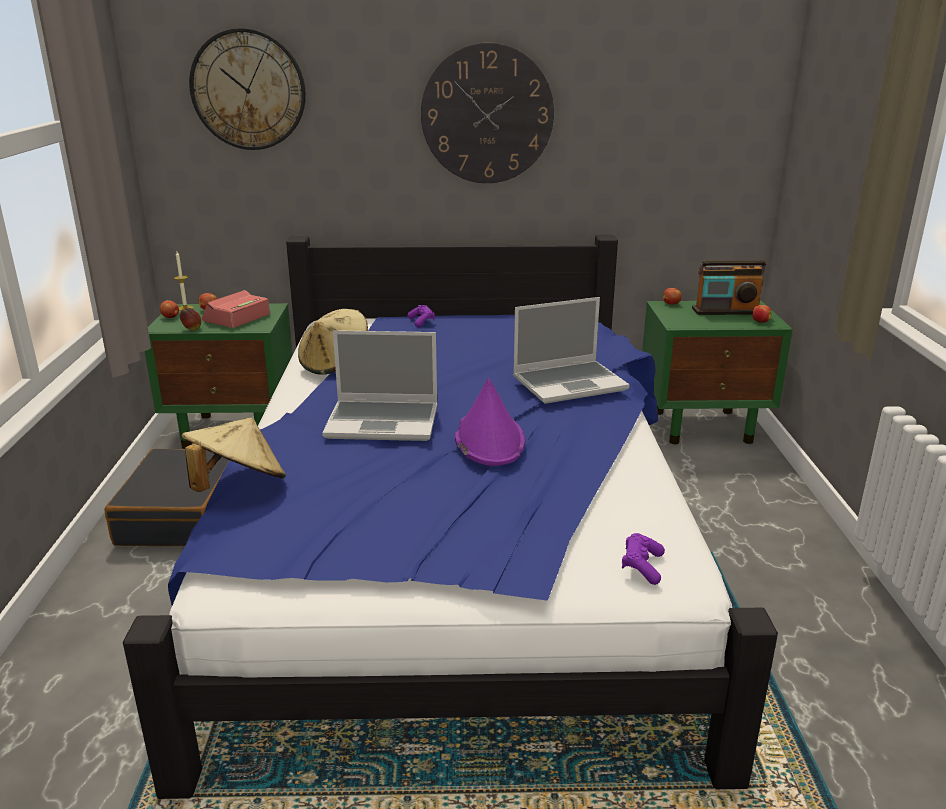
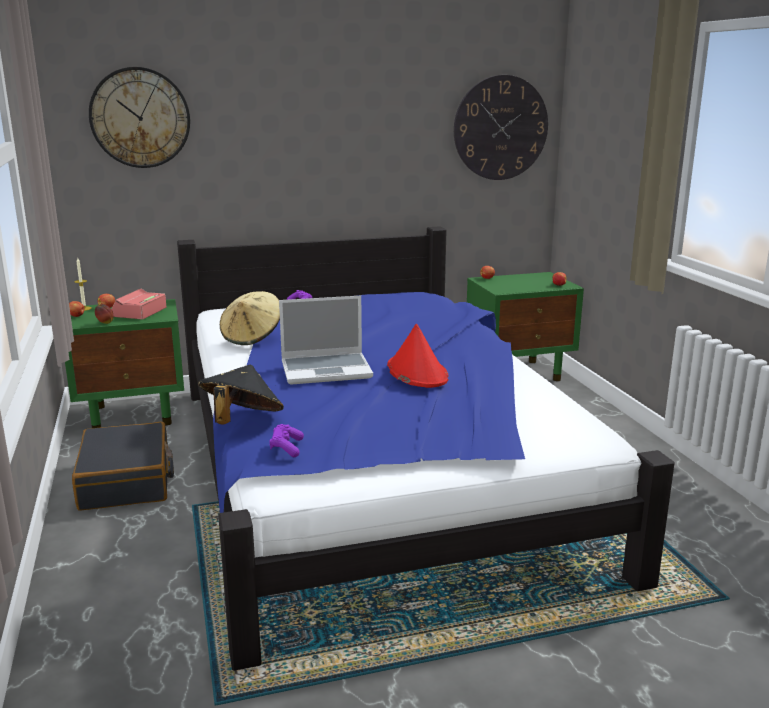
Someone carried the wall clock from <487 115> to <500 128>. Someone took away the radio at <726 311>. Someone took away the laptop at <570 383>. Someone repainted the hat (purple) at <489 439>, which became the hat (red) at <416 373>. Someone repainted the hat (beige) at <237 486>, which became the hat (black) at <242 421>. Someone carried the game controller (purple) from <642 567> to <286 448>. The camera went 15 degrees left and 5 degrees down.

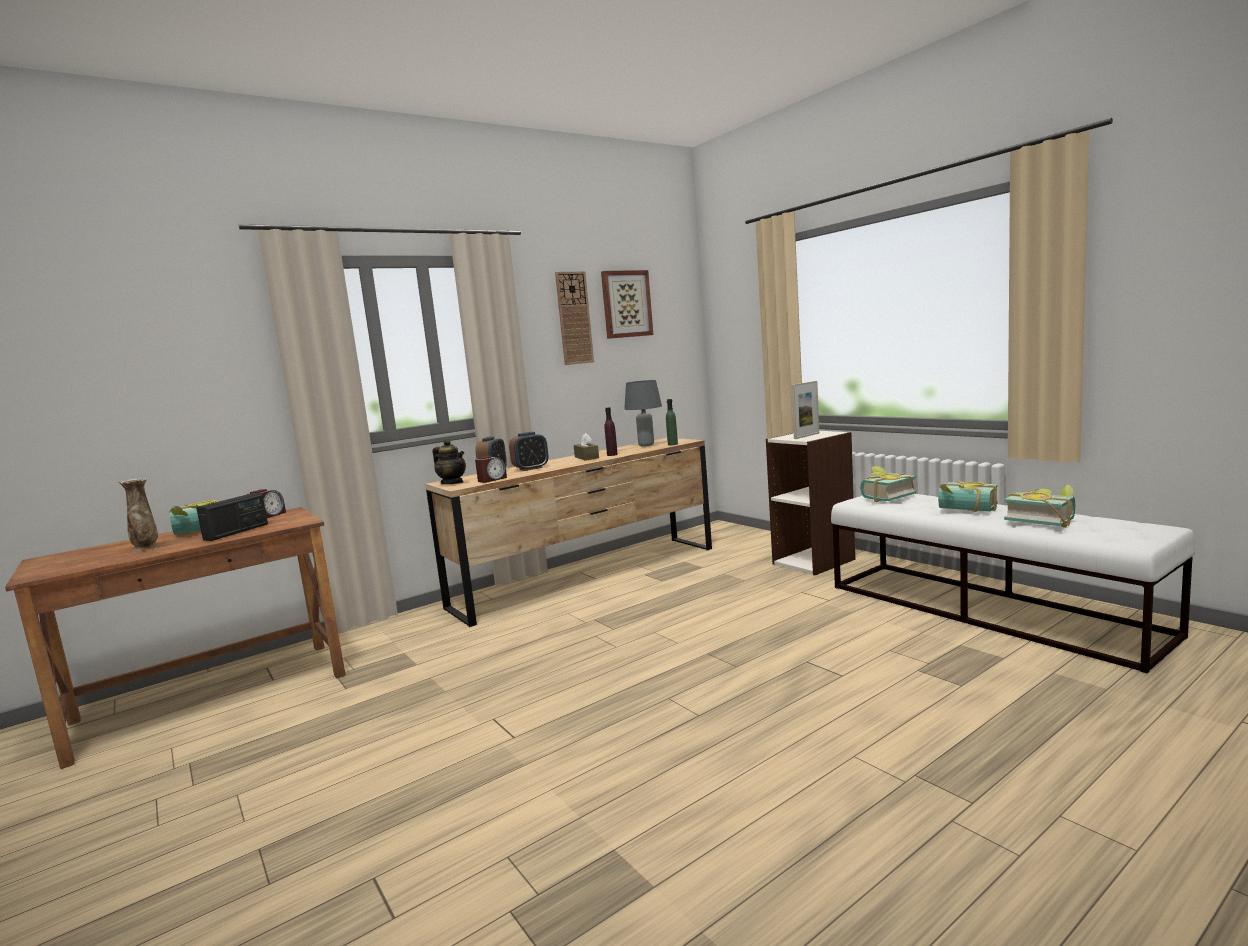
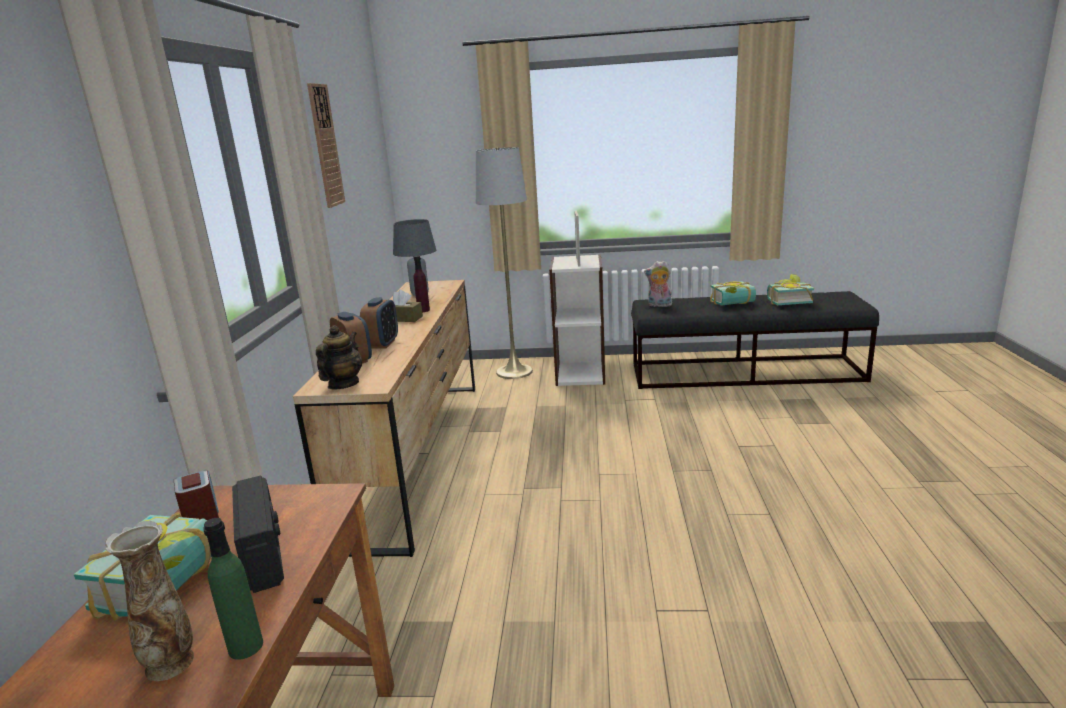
Someone took away the picture at <626 304>. Someone carried the bottle (green) from <672 444> to <245 646>. Someone rotated the teapot at <452 483> by 60 degrees counterclockwise. Someone took away the alarm clock at <492 480>. Someone swapped the book at <884 497> for the plush toy at <659 305>. Someone repainted the bench (white) at <988 609>, which became the bench (black) at <745 372>. Someone put down the floor lamp (grey) at <514 372>. The camera went 50 degrees left and 10 degrees up.

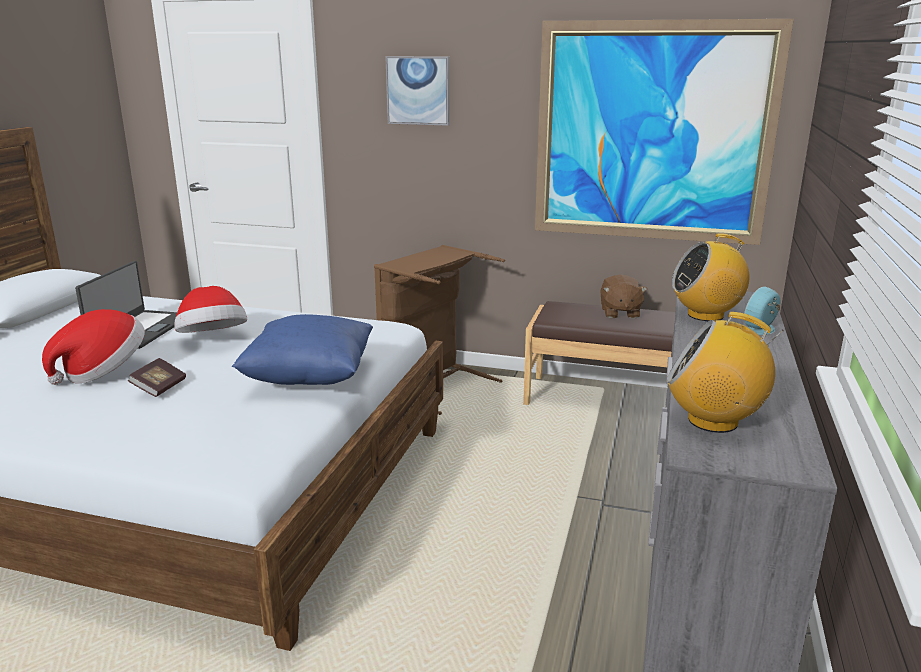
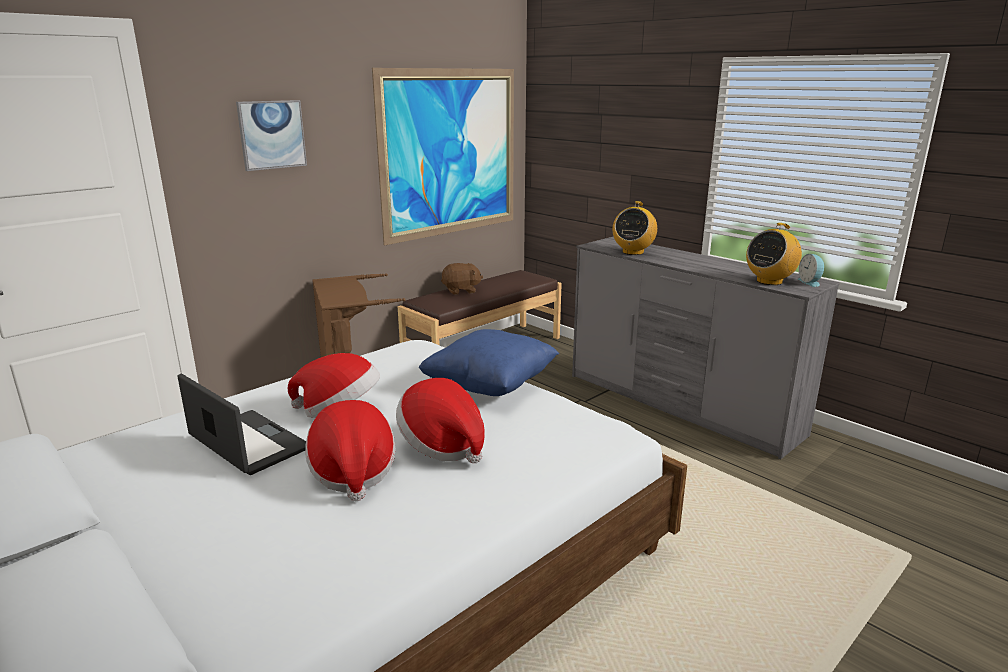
Someone rotated the plush toy (brown) at <619 313> by 45 degrees counterclockwise. Someone carried the alarm clock from <761 330> to <810 282>. Someone swapped the book at <159 388> for the hat at <442 444>. The camera went 60 degrees left and 0 degrees up.

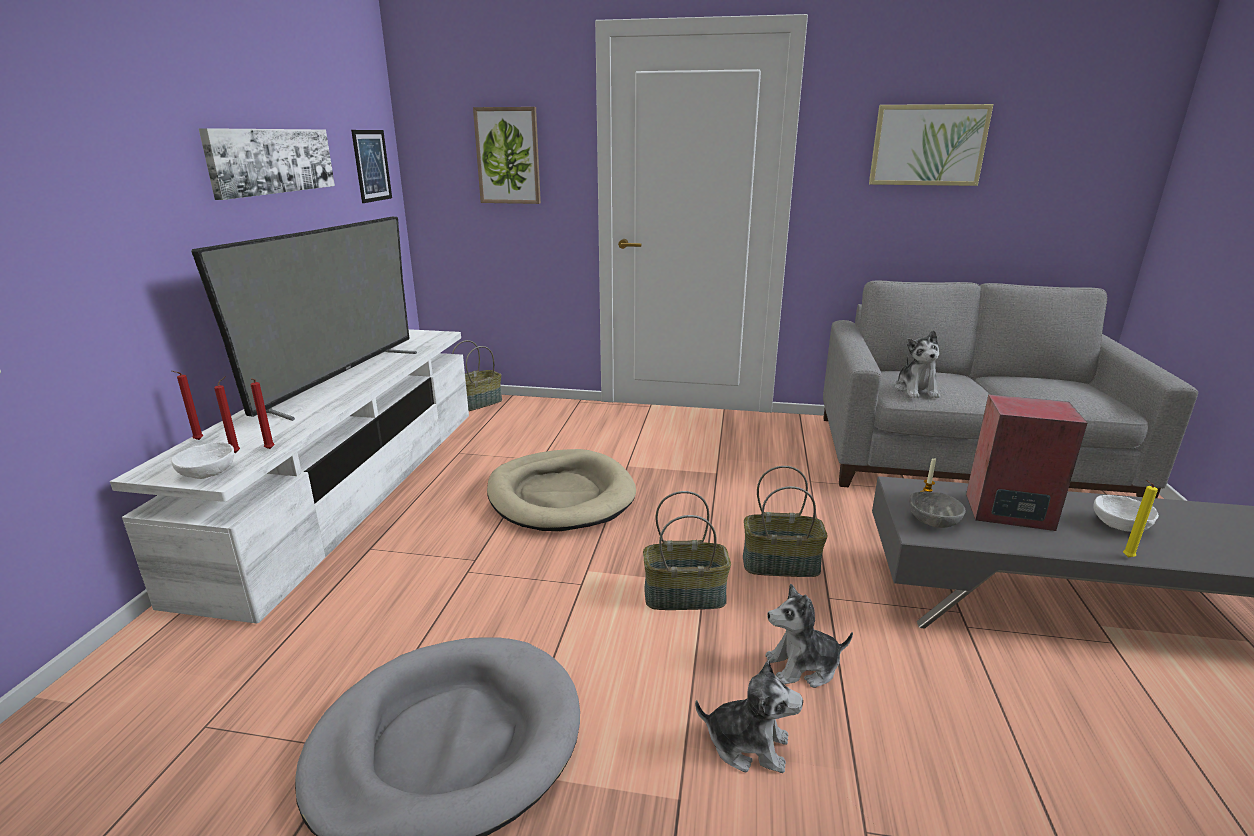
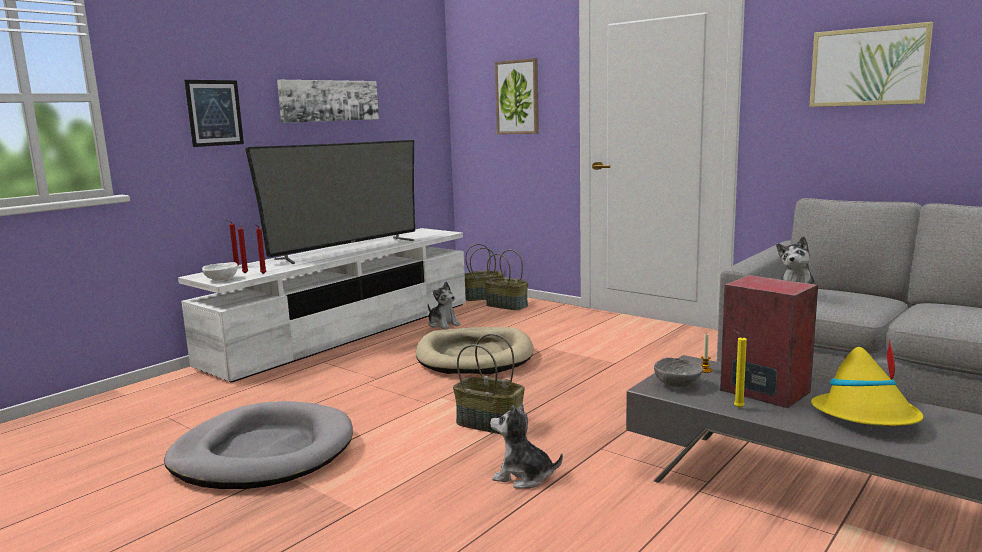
Someone carried the picture from <372 166> to <214 113>. Someone carried the basket from <781 564> to <507 305>. Someone carried the candle (yellow) from <1126 557> to <737 407>. Someone swapped the bowl (white) at <1120 526> for the hat (yellow) at <866 417>. Someone carried the plush toy from <748 744> to <443 324>. The camera went 30 degrees right and 10 degrees down.

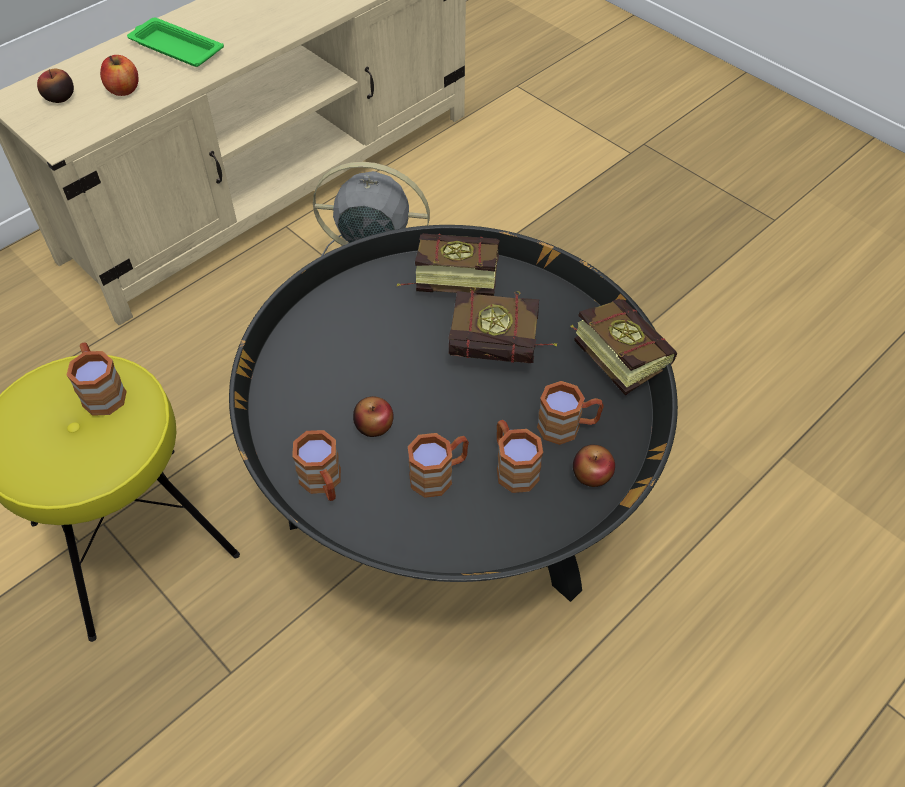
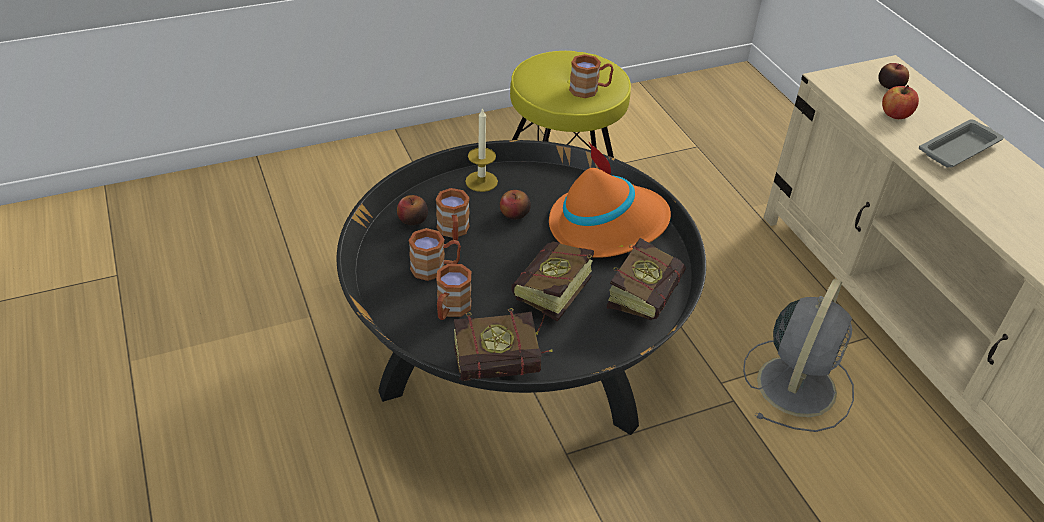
Someone repainted the tray (green) at <175 48>, which became the tray (grey) at <960 148>. Someone swapped the mug (brown) at <323 483> for the candle at <481 181>. Someone carried the apple from <592 474> to <412 220>. Someone put down the hat (orange) at <607 226>. The camera went 110 degrees right and 10 degrees down.

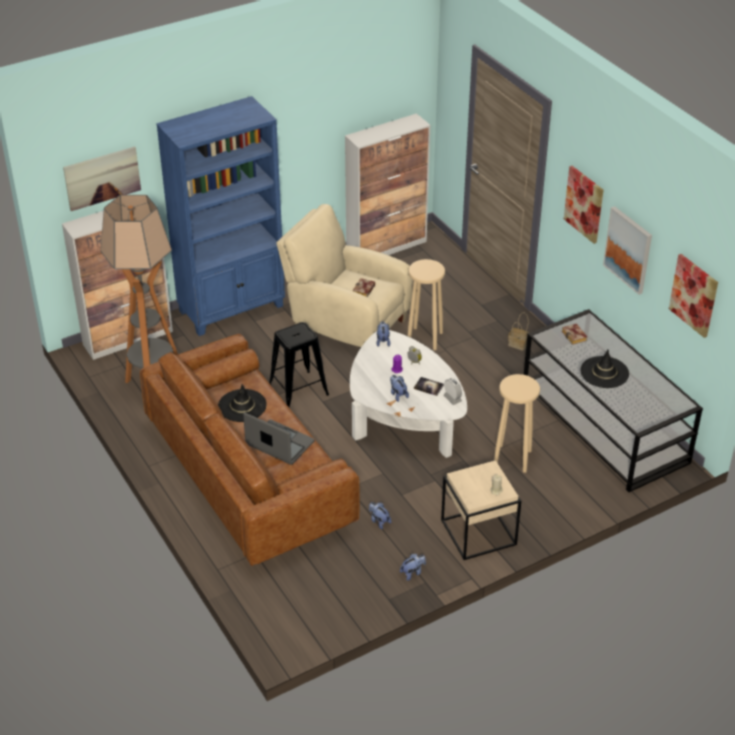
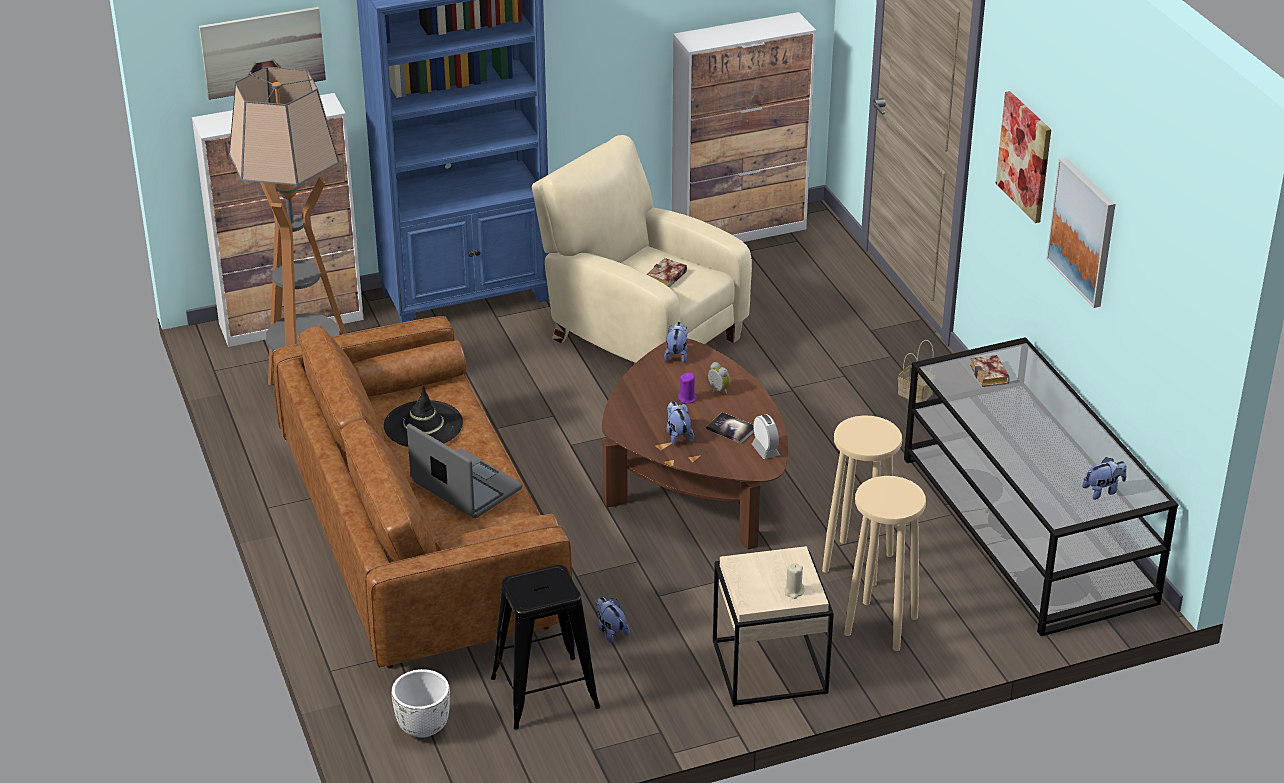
Someone took away the picture at <694 295>. Someone carried the stool (beige) from <424 339> to <880 626>. Someone carried the stool (black) from <298 390> to <545 692>. Someone repainted the coffee table (white) at <404 418>, which became the coffee table (brown) at <695 482>. Someone took away the hat (black) at <604 372>. Someone carried the plush toy from <412 573> to <1103 491>. Someone put down the planter (white) at <422 727>. The camera went 10 degrees right and 5 degrees down.

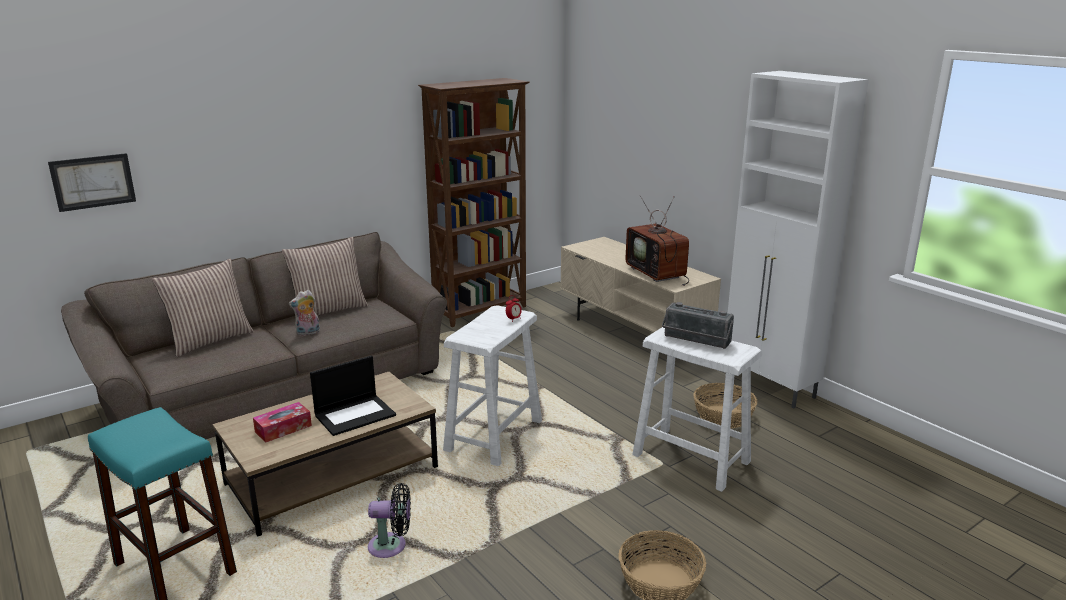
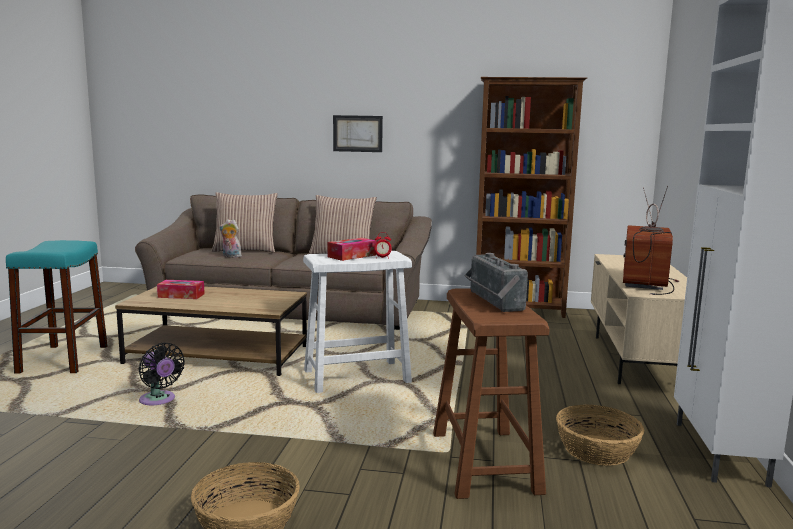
Someone carried the picture from <93 182> to <357 133>. Someone carried the plush toy from <308 333> to <230 256>. Someone repainted the stool (white) at <690 458>, which became the stool (brown) at <484 461>. Someone took away the laptop at <355 415>. Someone put down the tissue box at <352 256>. The camera went 45 degrees right and 10 degrees down.

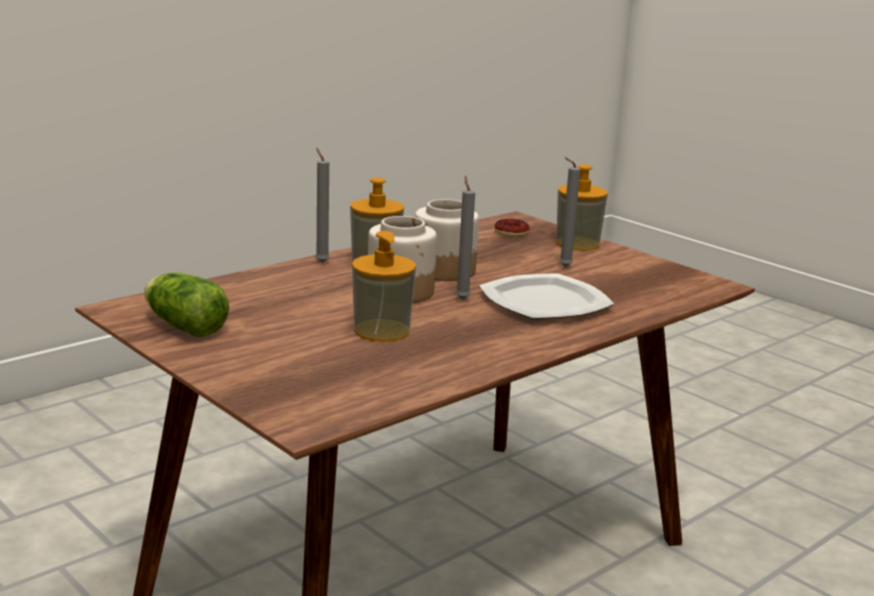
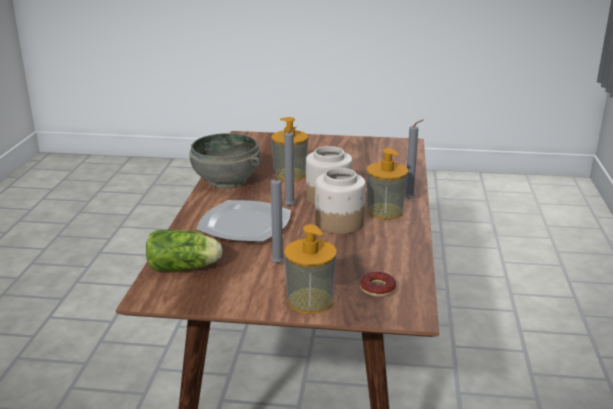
Someone carried the lettuce from <183 325> to <185 268>. Someone put down the bowl (grey) at <227 180>. The camera went 140 degrees right and 5 degrees up.

